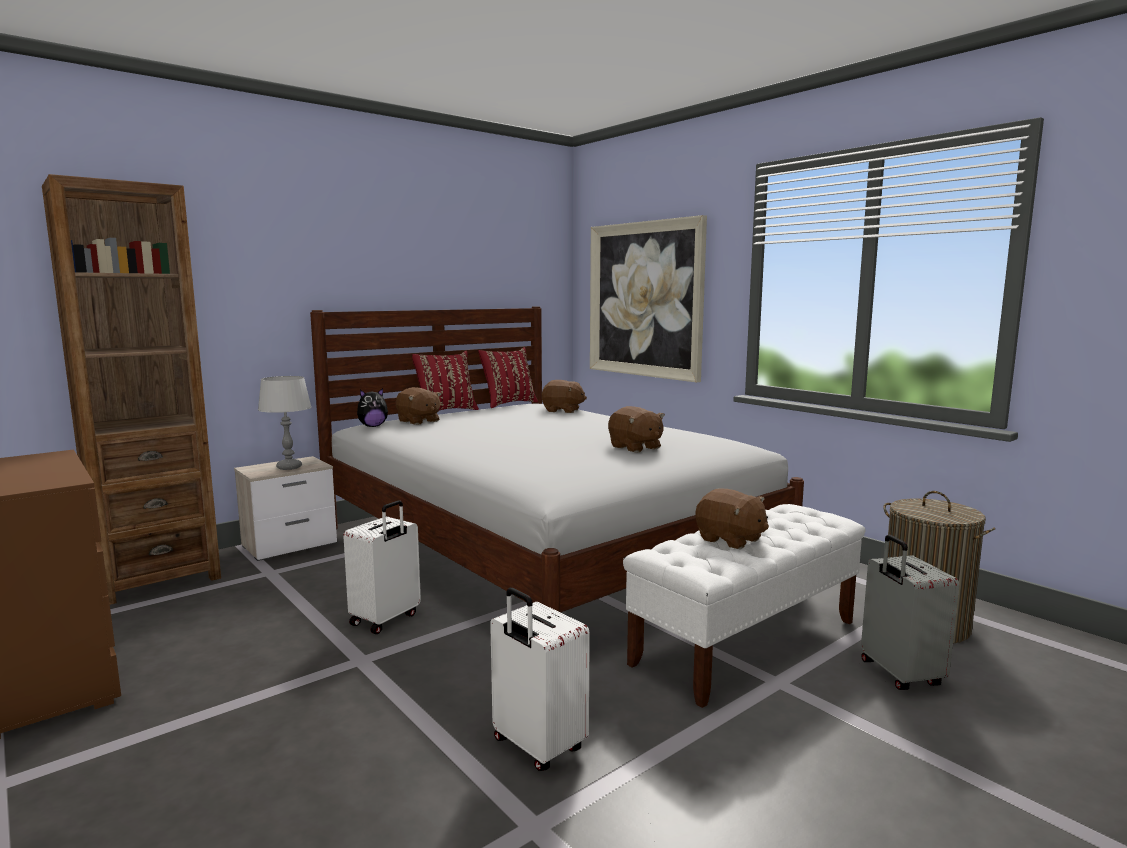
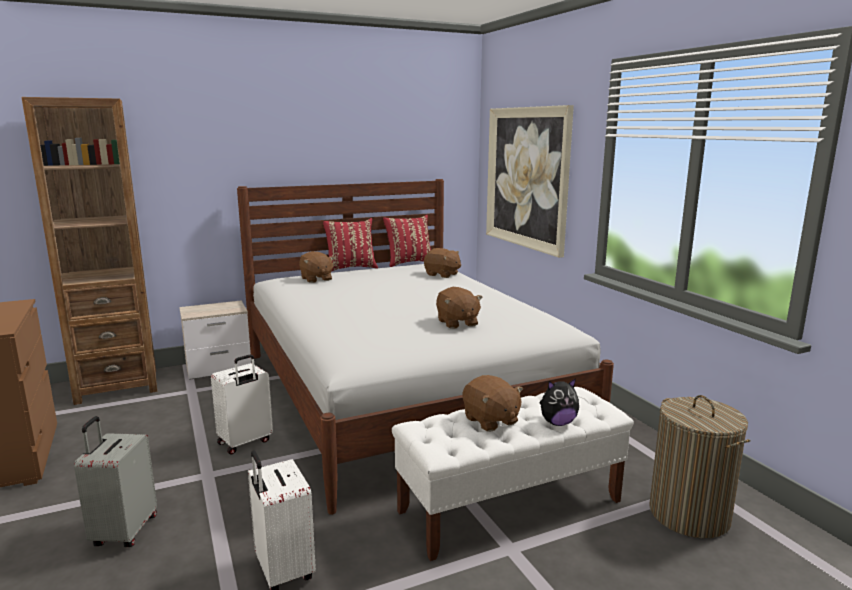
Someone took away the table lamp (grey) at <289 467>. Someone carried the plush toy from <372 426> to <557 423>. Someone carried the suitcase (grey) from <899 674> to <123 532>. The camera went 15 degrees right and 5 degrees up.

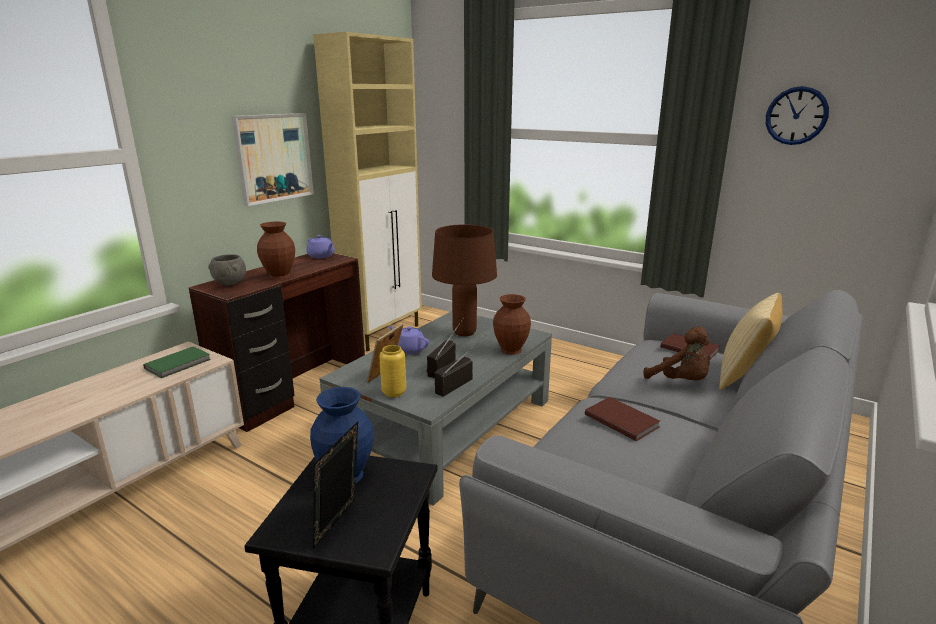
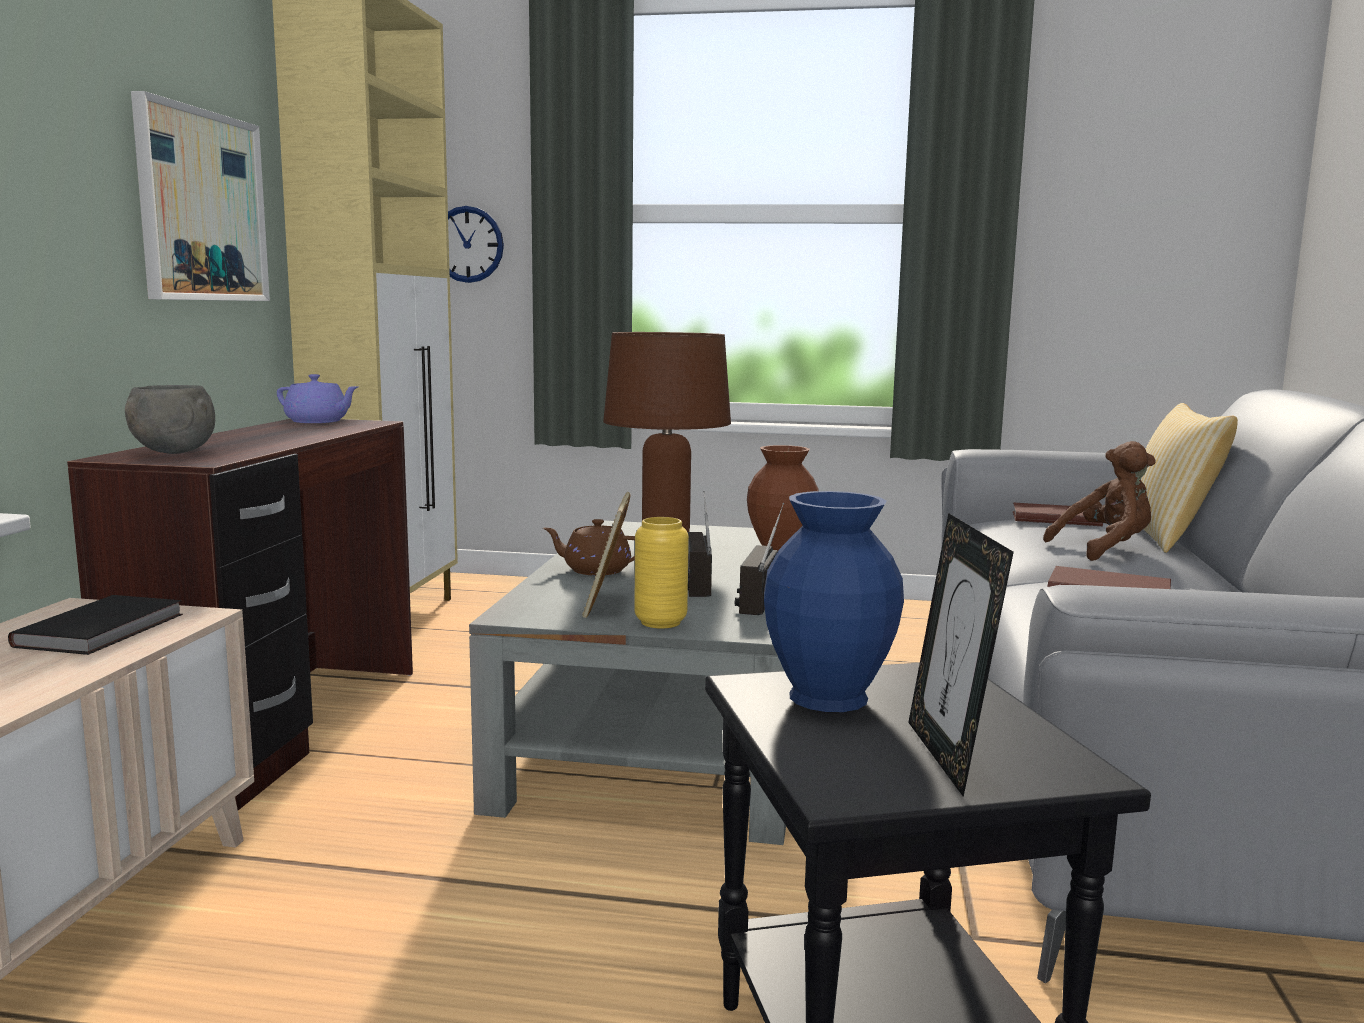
Someone carried the wall clock from <796 116> to <468 244>. Someone took away the vase (brown) at <278 276>. Someone repainted the teapot (purple) at <409 349>, which became the teapot (brown) at <595 570>. Someone rotated the plush toy (brown) at <680 382> by 45 degrees counterclockwise. Someone repainted the book (green) at <179 364>, which became the book (black) at <105 629>. The camera went 25 degrees left and 10 degrees down.

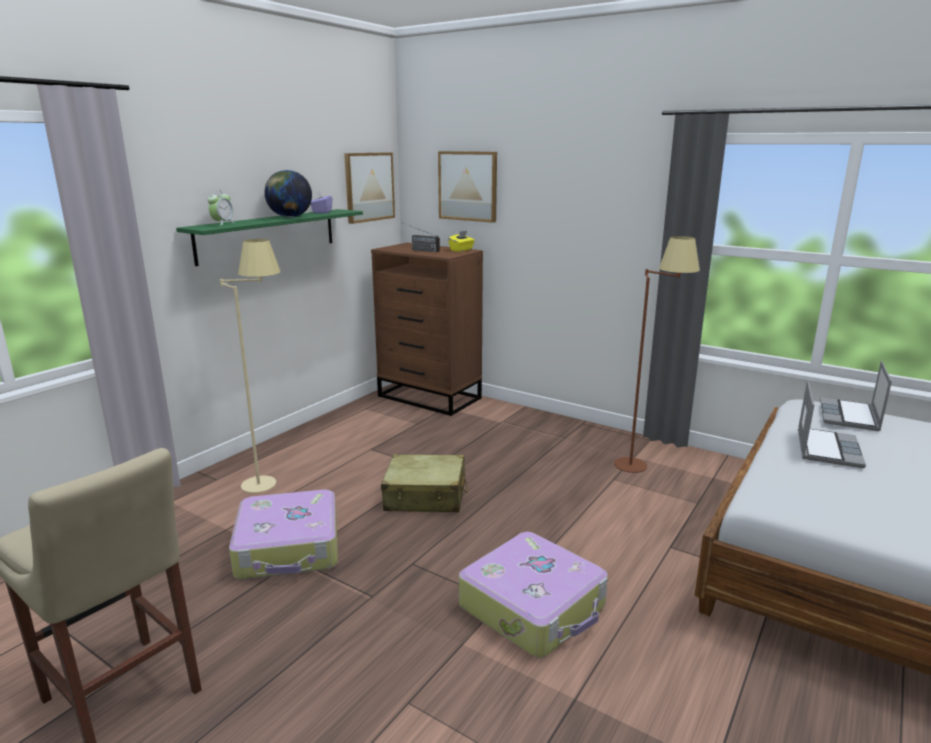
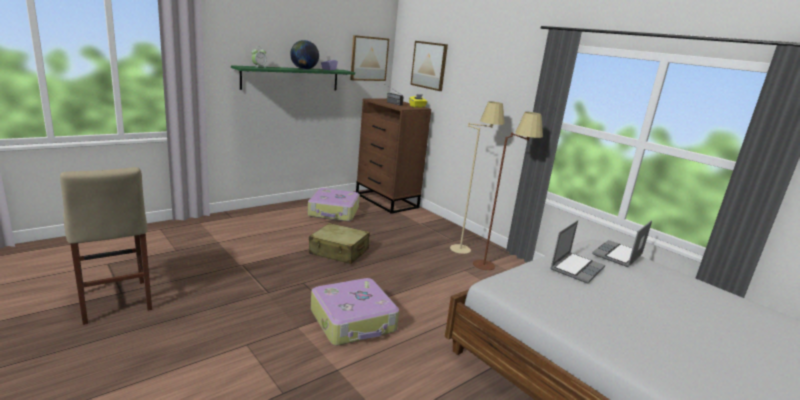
Someone carried the floor lamp (beige) from <270 477> to <466 246>. Someone carried the suitcase from <289 548> to <334 212>. The camera went 15 degrees right and 0 degrees up.

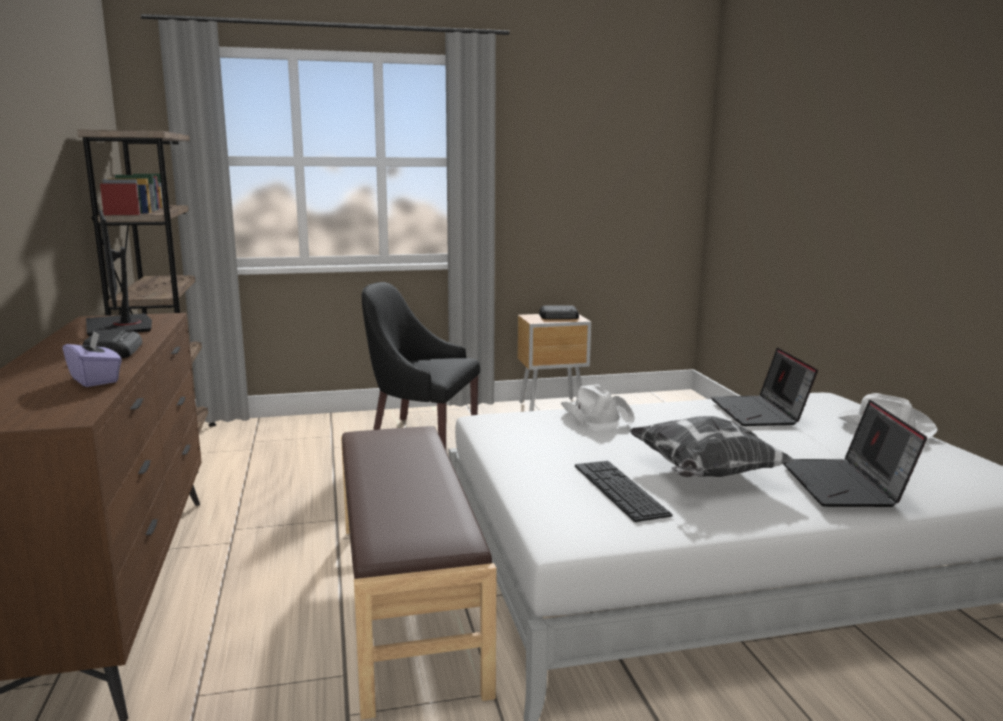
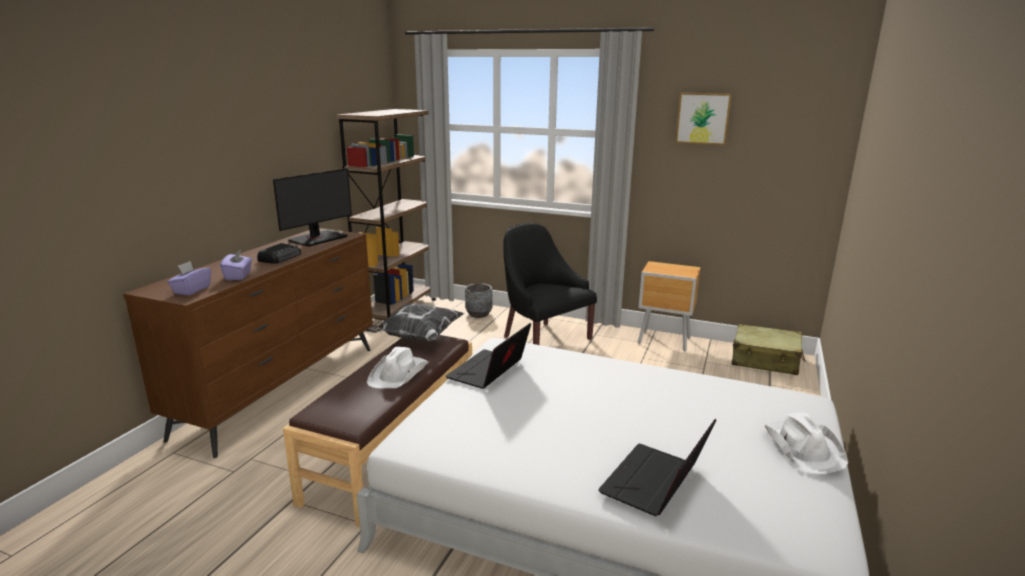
Someone rotated the monitor at <120 326> by 150 degrees counterclockwise. Someone took away the radio at <559 317>. Someone carried the laptop from <760 412> to <489 372>. Someone carried the hat (white) from <597 416> to <399 374>. Someone carried the pillow from <704 474> to <416 338>. Someone took away the keyboard at <620 489>. Someone put up the picture at <703 118>. Someone put down the tissue box (purple) at <192 290>. Someone put down the planter (grey) at <479 314>. Someone put down the suitcase (beige) at <765 360>. The camera went 35 degrees right and 5 degrees up.

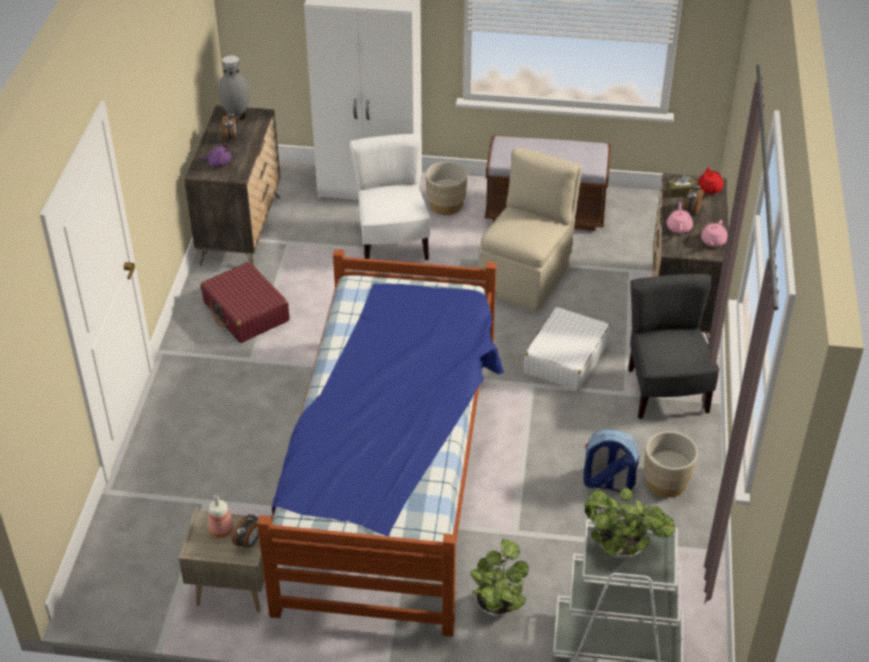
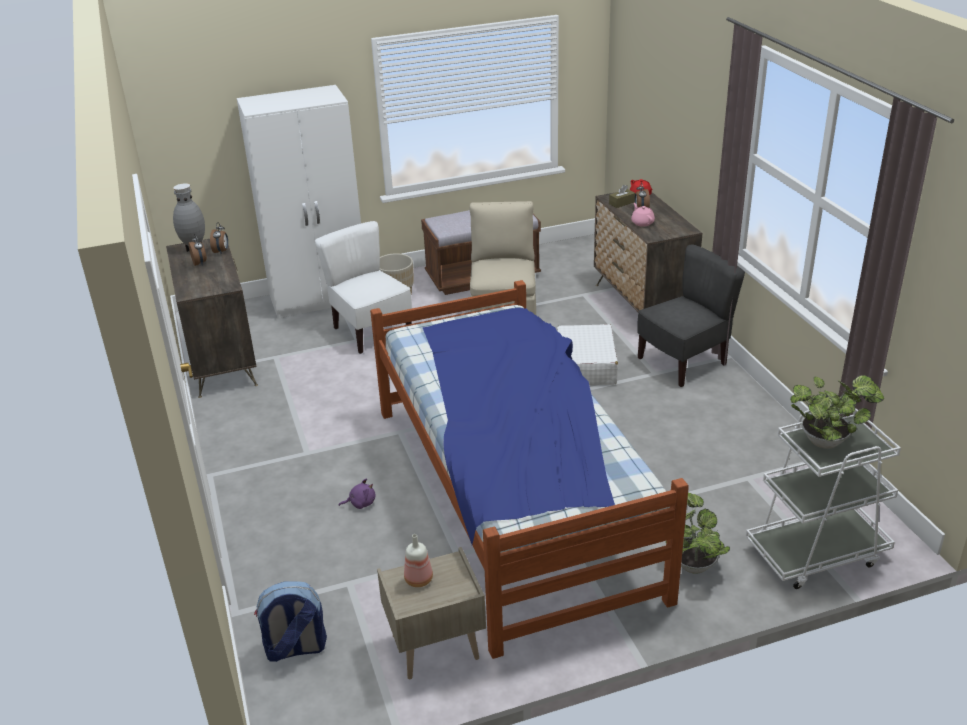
Someone carried the plush toy (purple) from <218 163> to <360 503>. Someone took away the teapot (pink) at <713 241>. Someone took away the suitcase (red) at <246 312>. Someone rotated the chair (grey) at <665 391> by 90 degrees clockwise. Someone carried the backpack from <607 483> to <295 649>. Someone took away the planter (beige) at <666 482>. Someone carried the alarm clock from <248 543> to <221 251>. The camera went 25 degrees left and 10 degrees down.

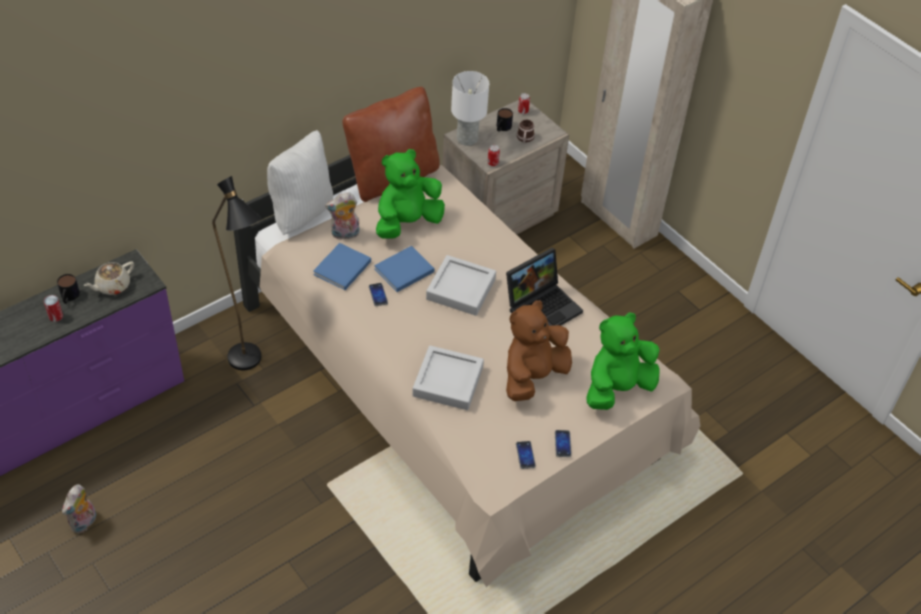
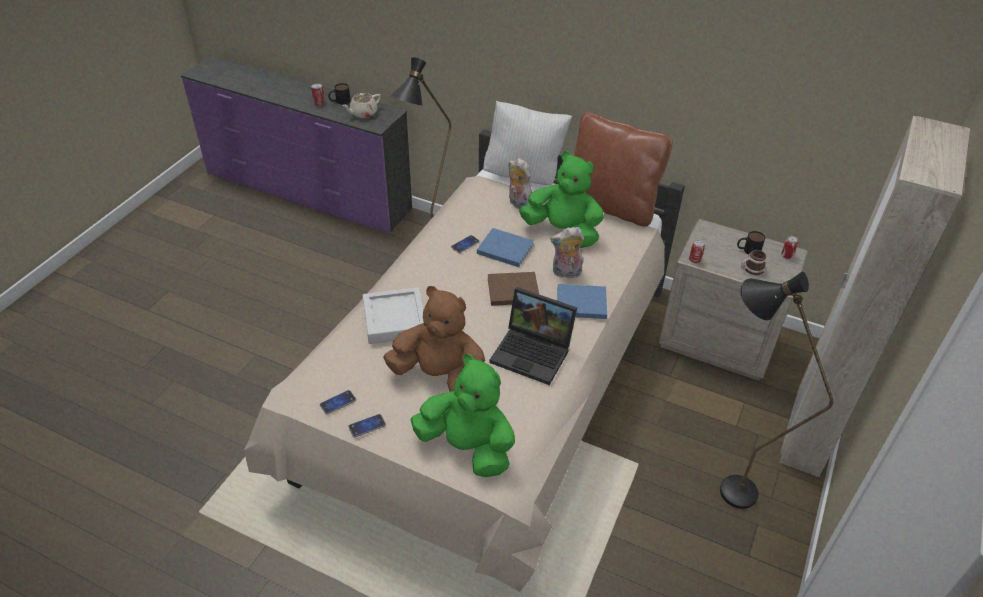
Someone took away the table lamp (white) at <467 139>. Someone carried the book (blue) from <341 269> to <579 303>. Someone swapped the tray (grey) at <461 289> for the book (brown) at <511 290>. Someone rotated the teapot (beige) at <112 286> by 60 degrees counterclockwise. Someone carried the plush toy from <84 523> to <566 273>. Someone put down the floor lamp (black) at <724 486>. The camera went 65 degrees right and 5 degrees down.

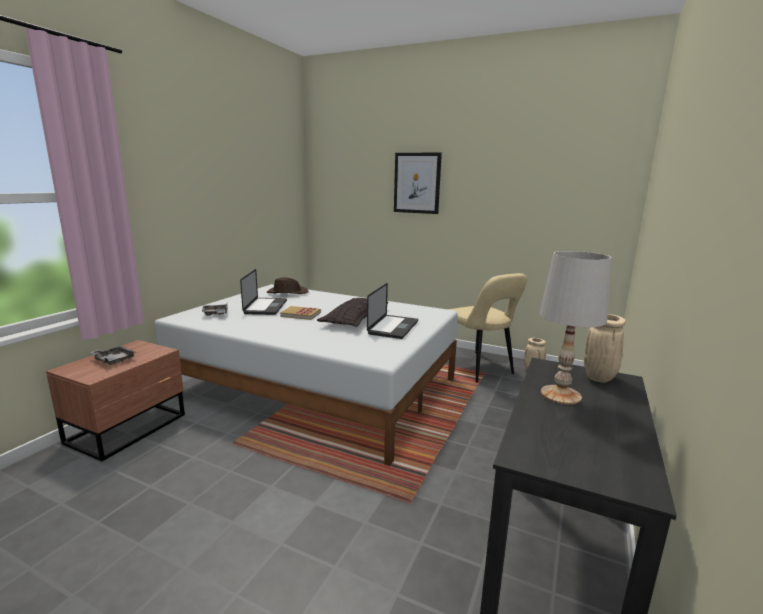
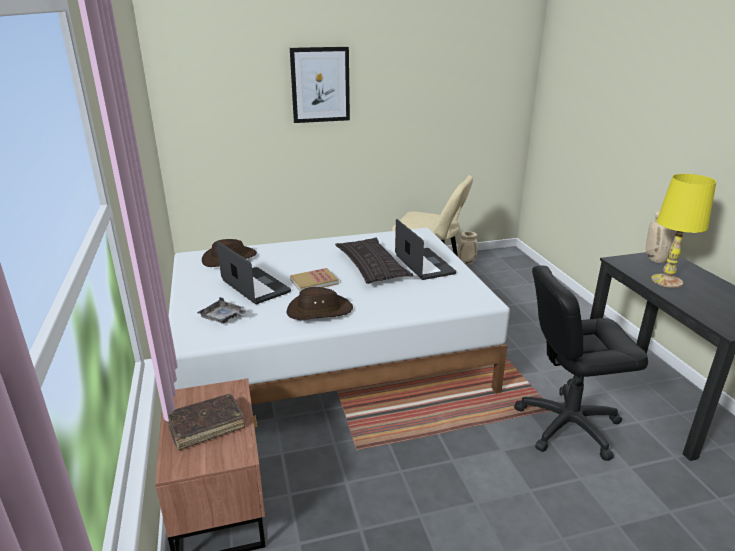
Someone repainted the table lamp (white) at <561 394>, which became the table lamp (yellow) at <666 280>. Someone swapped the tray (grey) at <114 360> for the book (brown) at <206 426>. Someone put down the office chair (black) at <567 425>. Someone put down the hat (brown) at <319 310>. The camera went 40 degrees left and 10 degrees up.

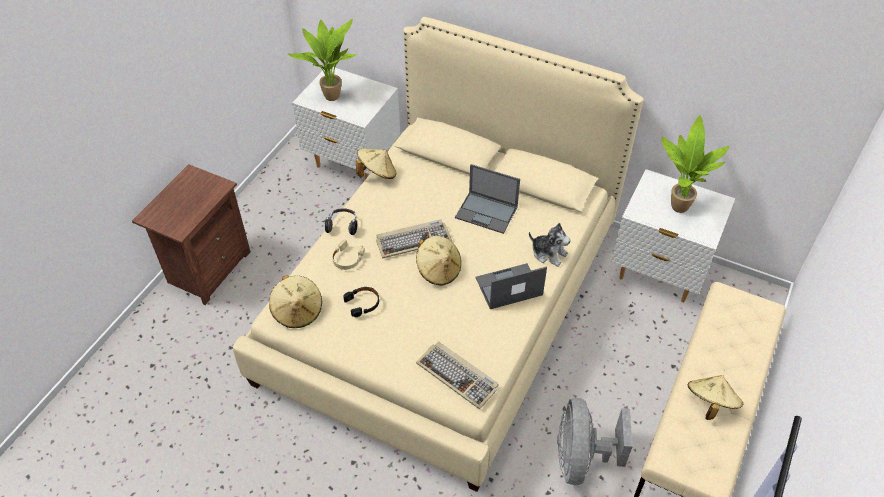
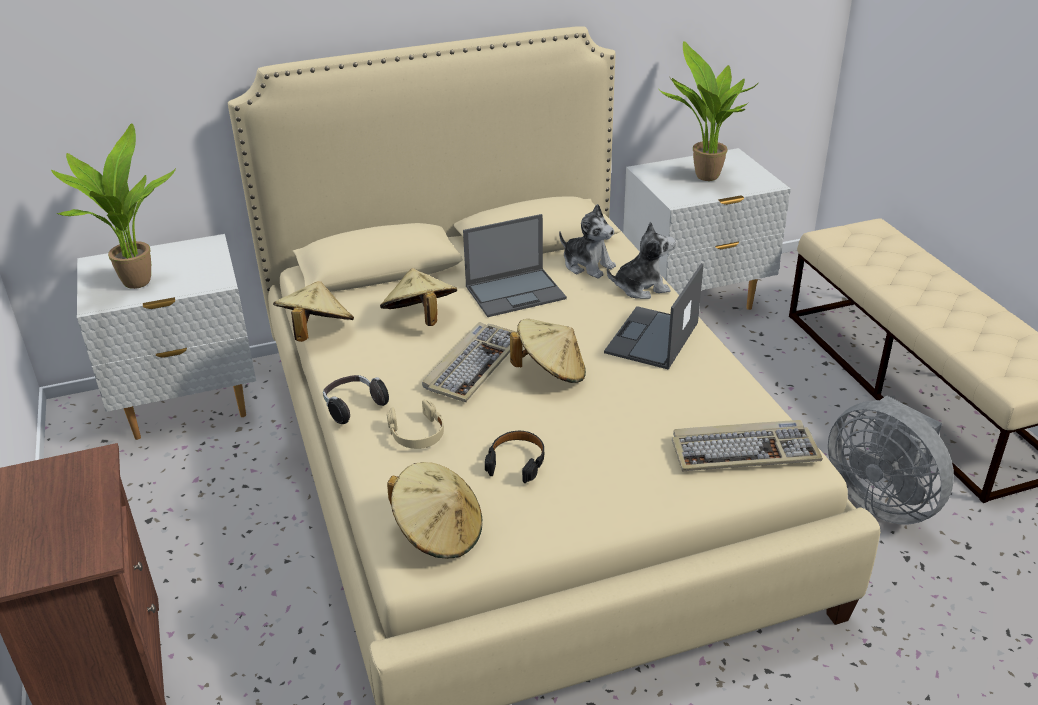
Someone carried the hat (beige) from <710 403> to <420 319>. Someone put down the plush toy at <587 265>. The camera went 45 degrees left and 15 degrees down.

